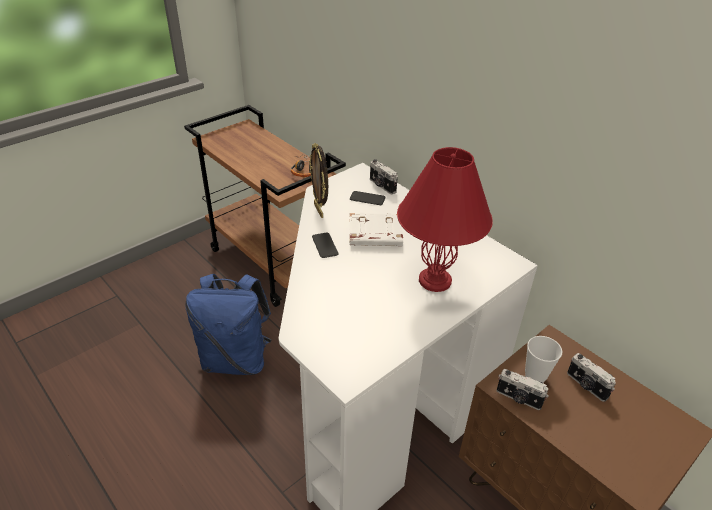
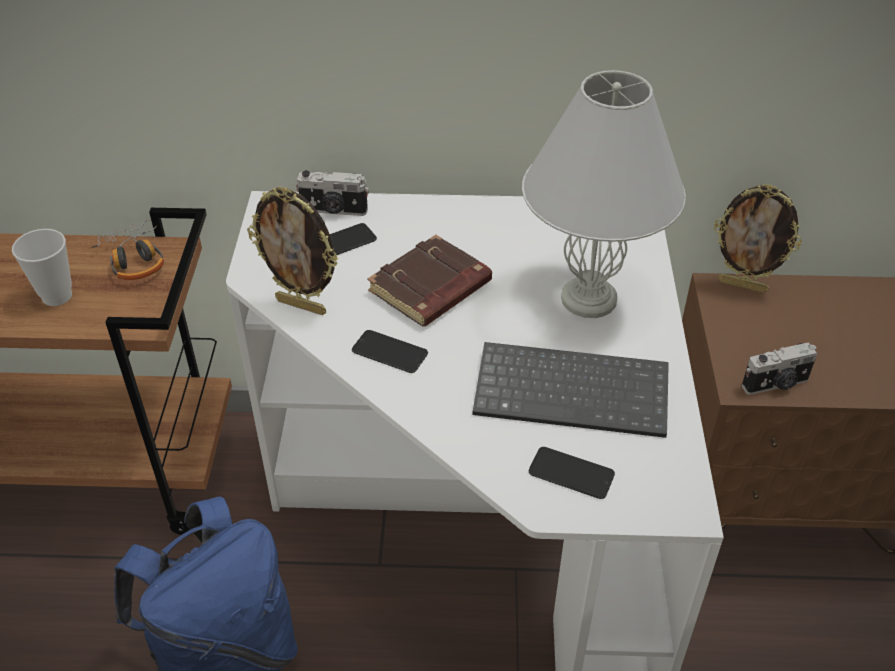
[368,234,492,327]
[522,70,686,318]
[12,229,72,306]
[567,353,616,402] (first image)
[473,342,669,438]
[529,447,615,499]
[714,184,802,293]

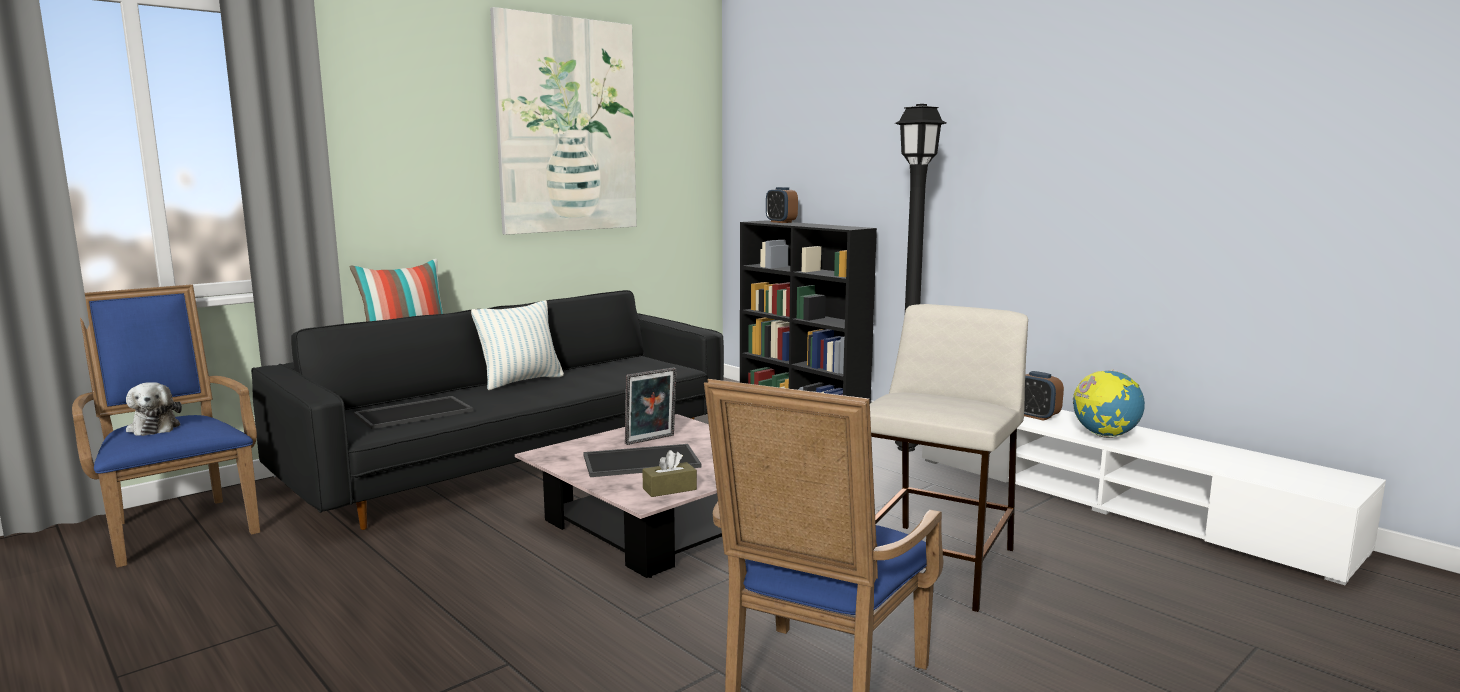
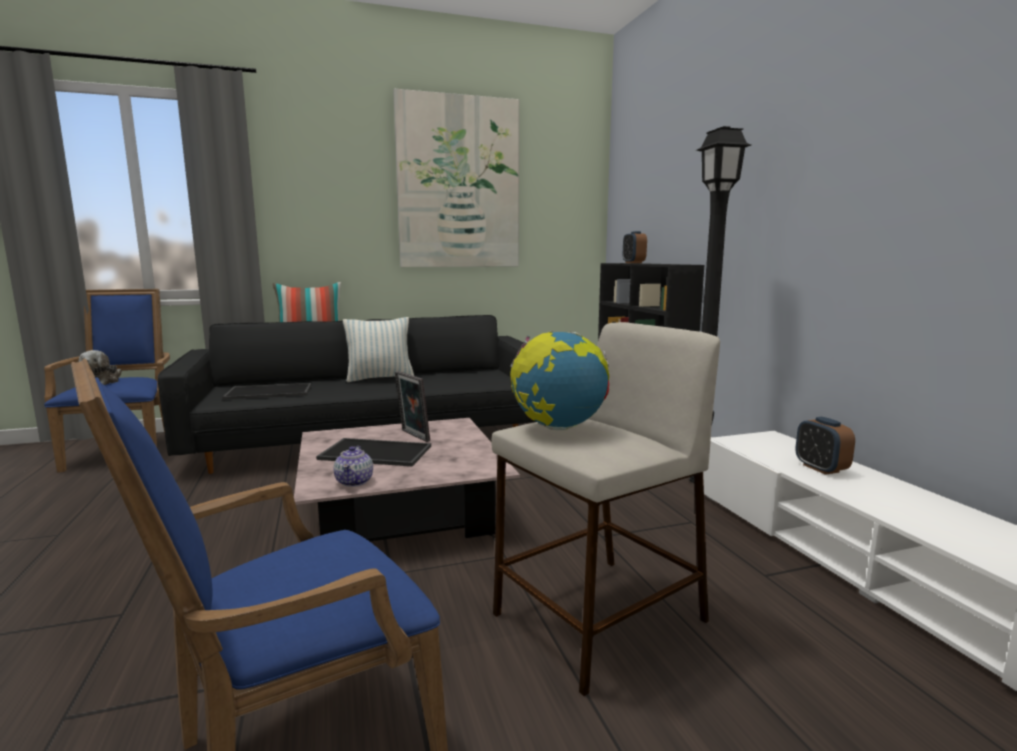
[395,371,430,442]
[334,446,373,487]
[510,332,609,430]

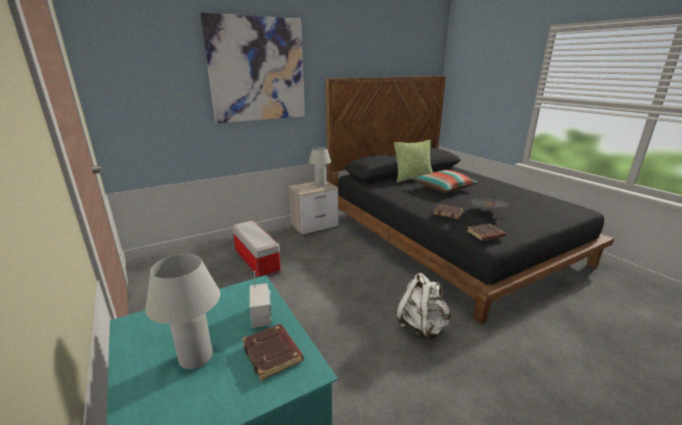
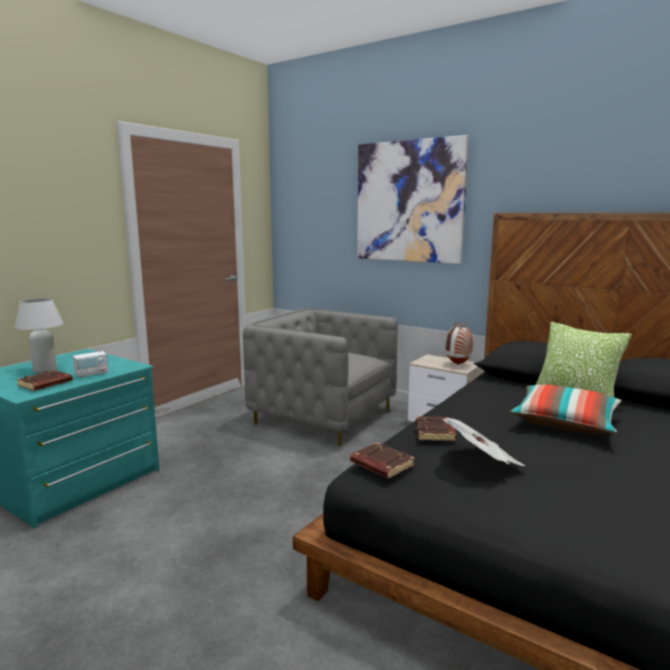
[243,308,398,446]
[445,323,473,365]
[395,273,451,342] (first image)

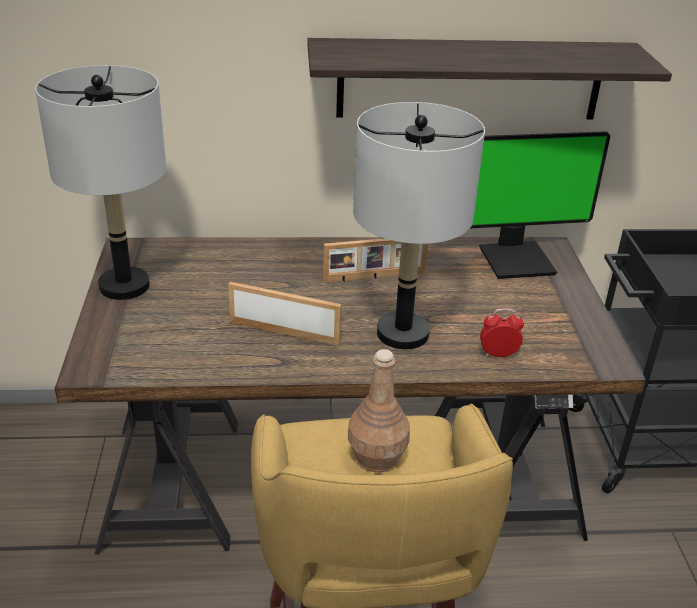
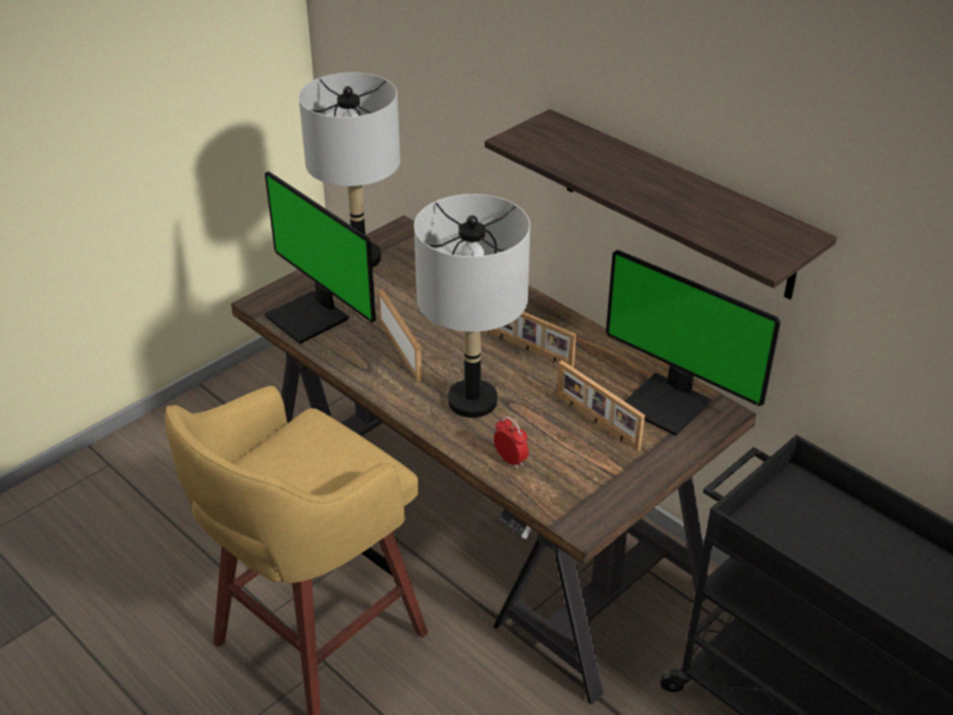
[348,349,410,472] (first image)
[264,171,376,344]
[557,361,645,451]

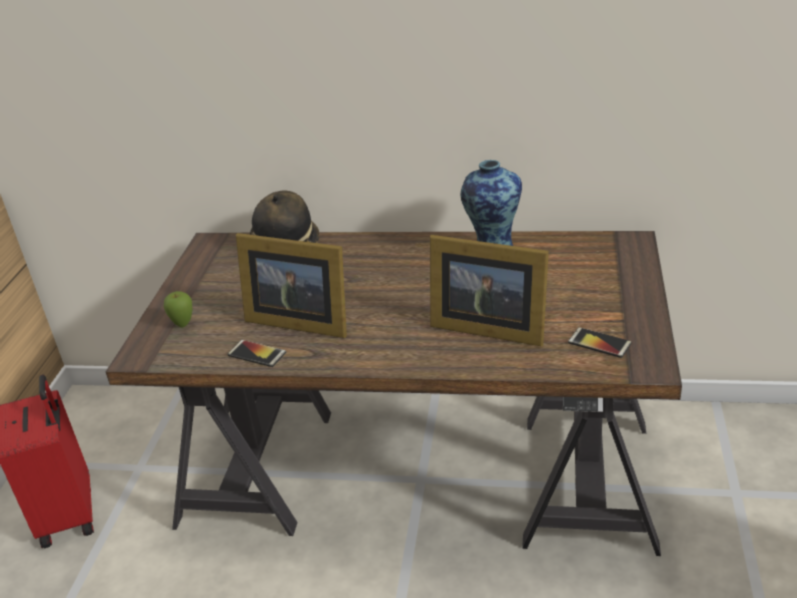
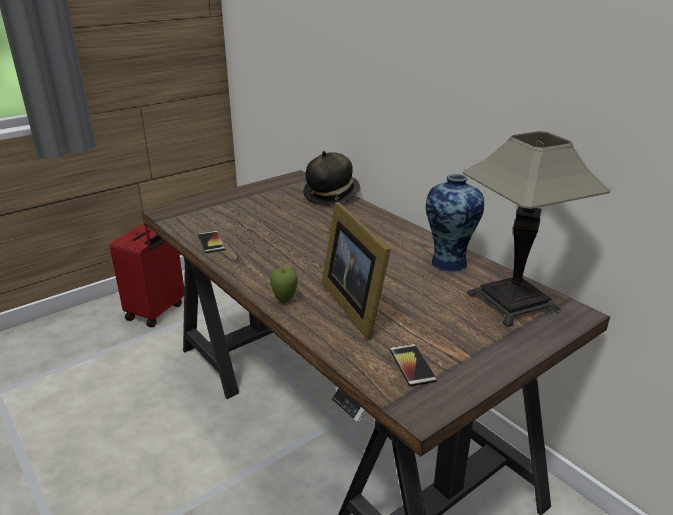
[270,267,298,303]
[236,233,347,338] (first image)
[463,131,610,327]

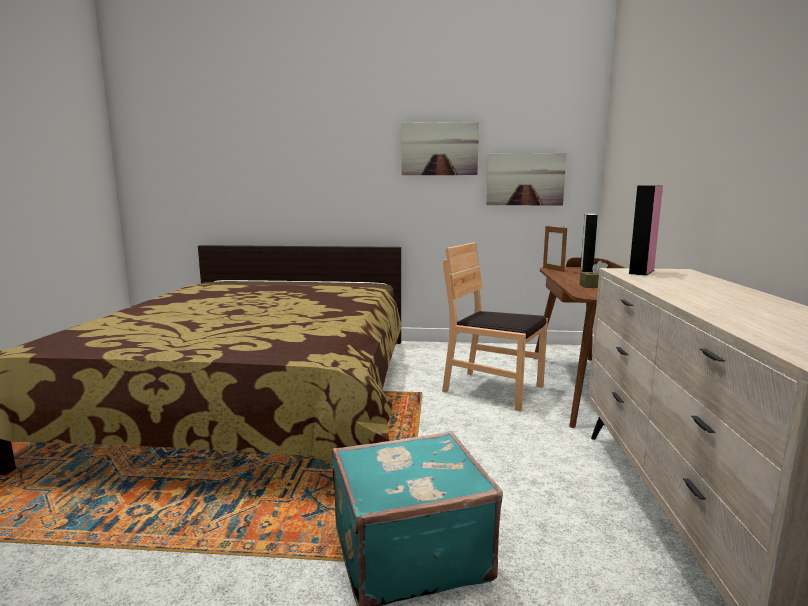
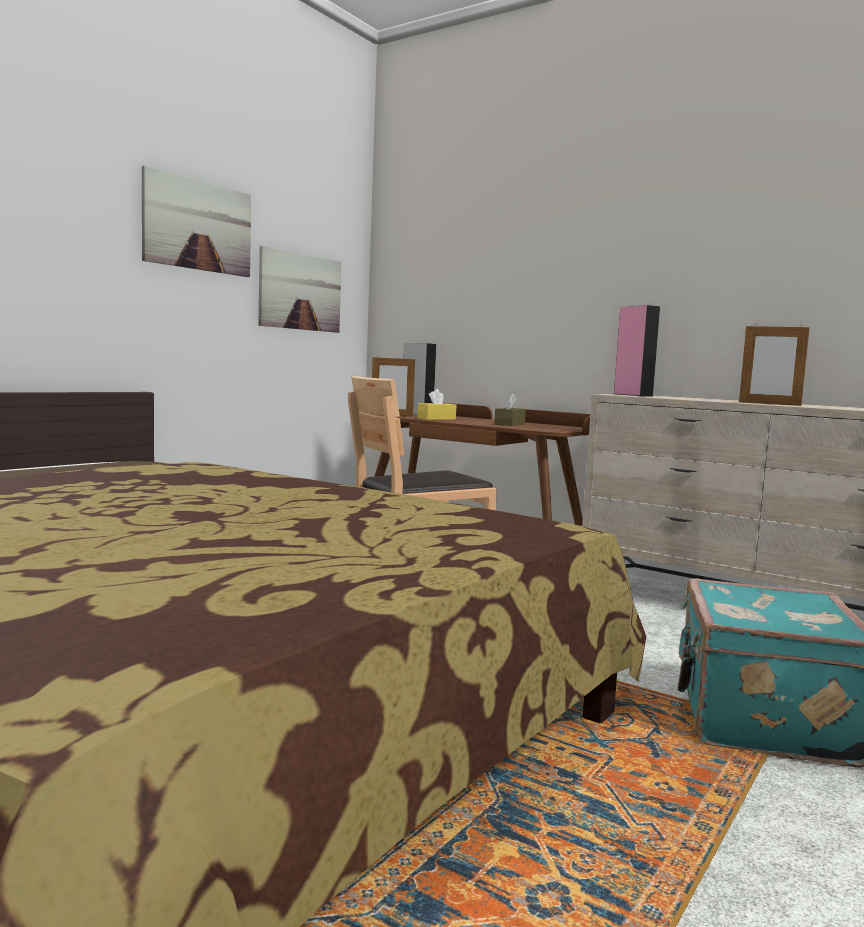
[417,389,456,420]
[739,324,810,406]

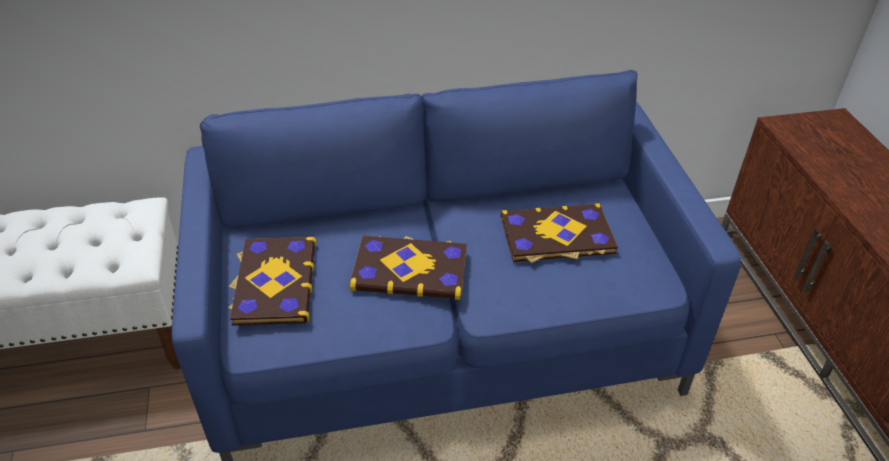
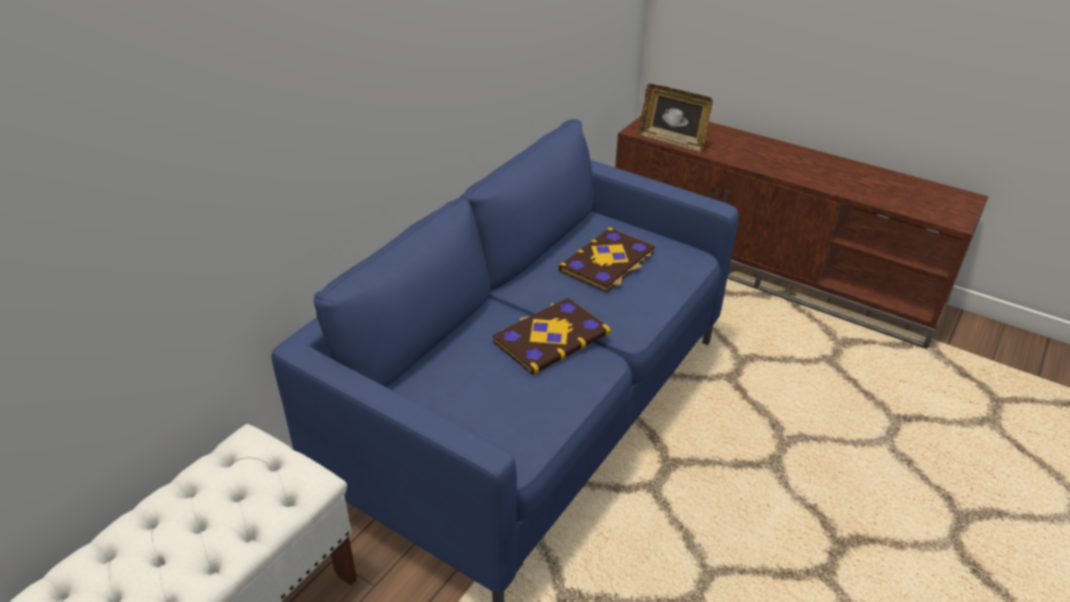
[228,237,316,325] (first image)
[639,84,713,152]

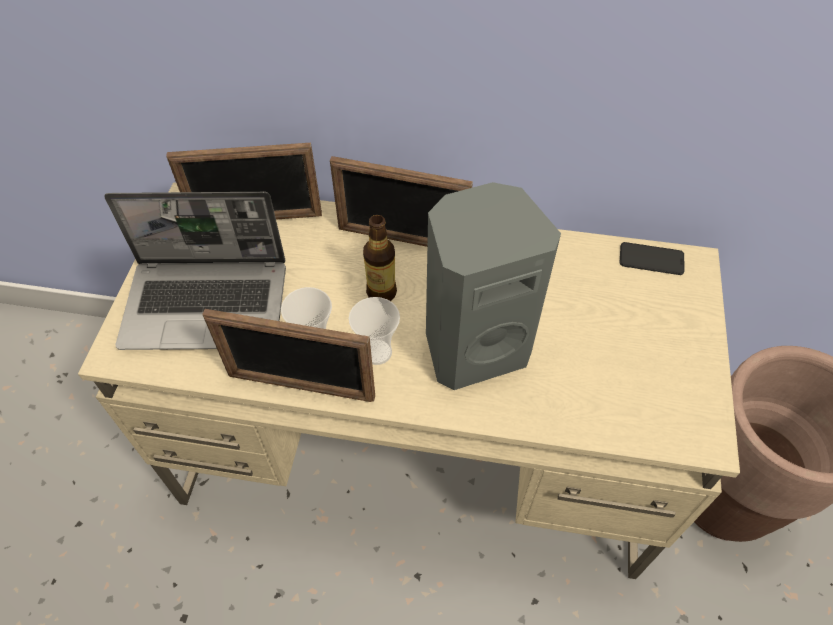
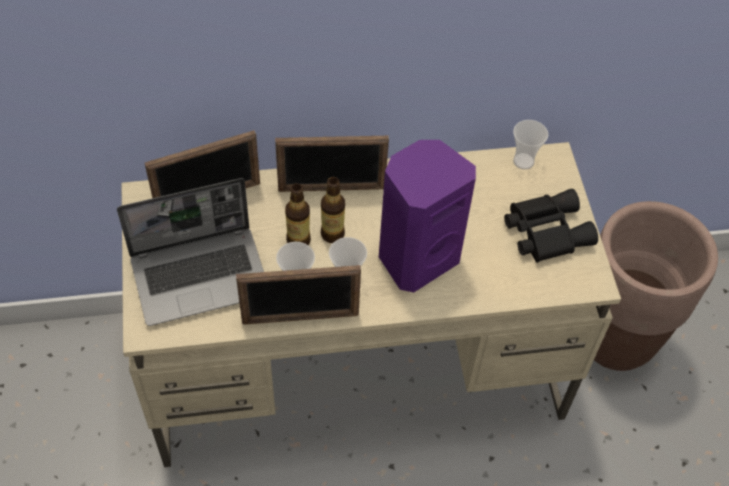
[379,140,476,292]
[513,120,548,170]
[285,183,311,245]
[504,189,598,263]

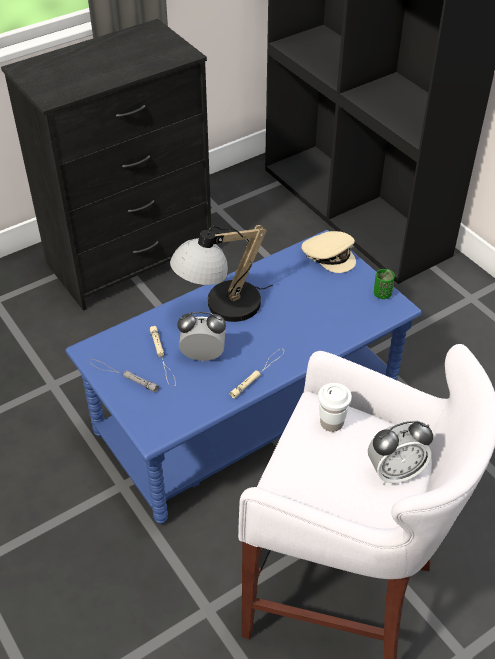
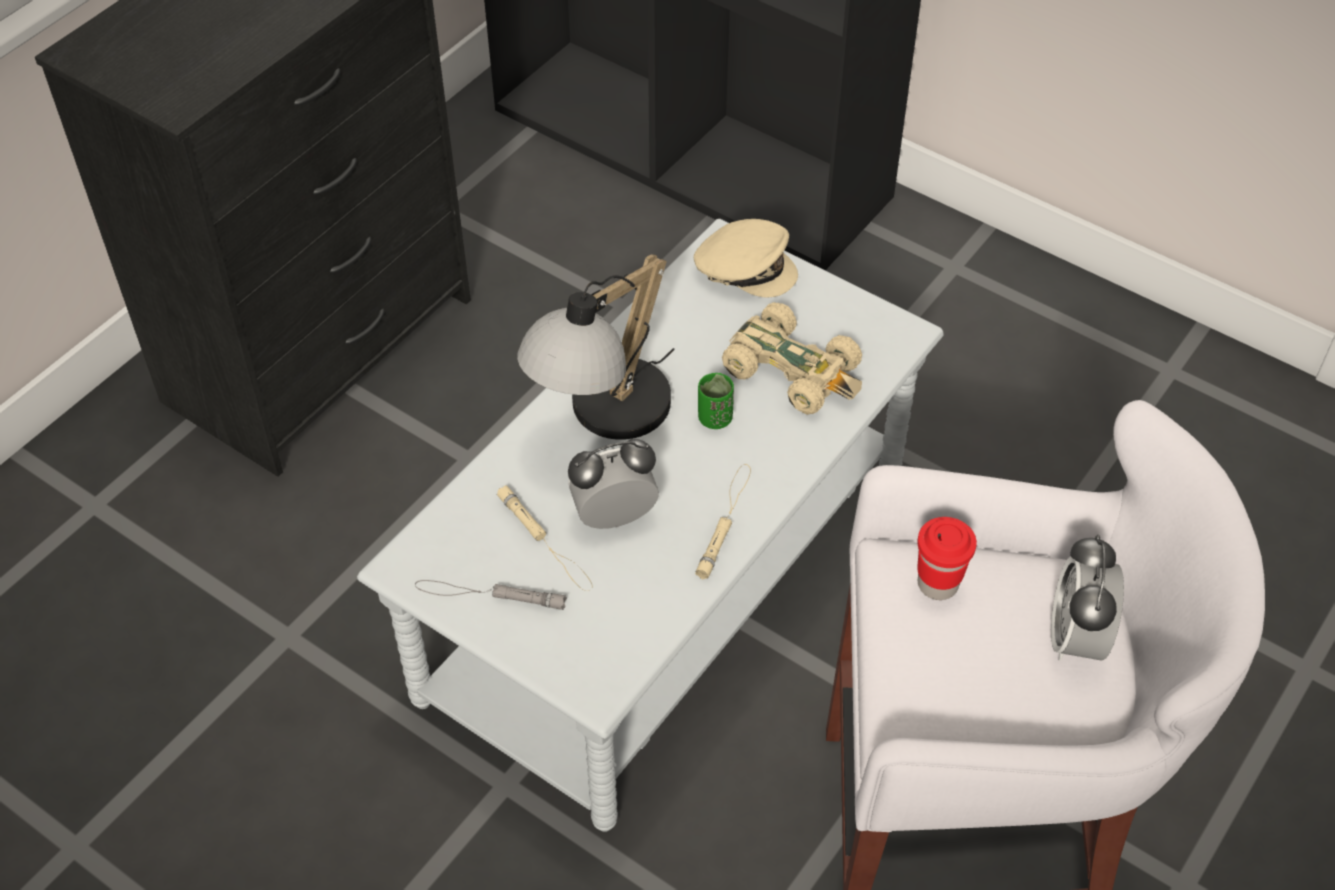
[357,219,944,832]
[917,517,977,600]
[1051,535,1124,661]
[698,373,734,429]
[722,302,862,415]

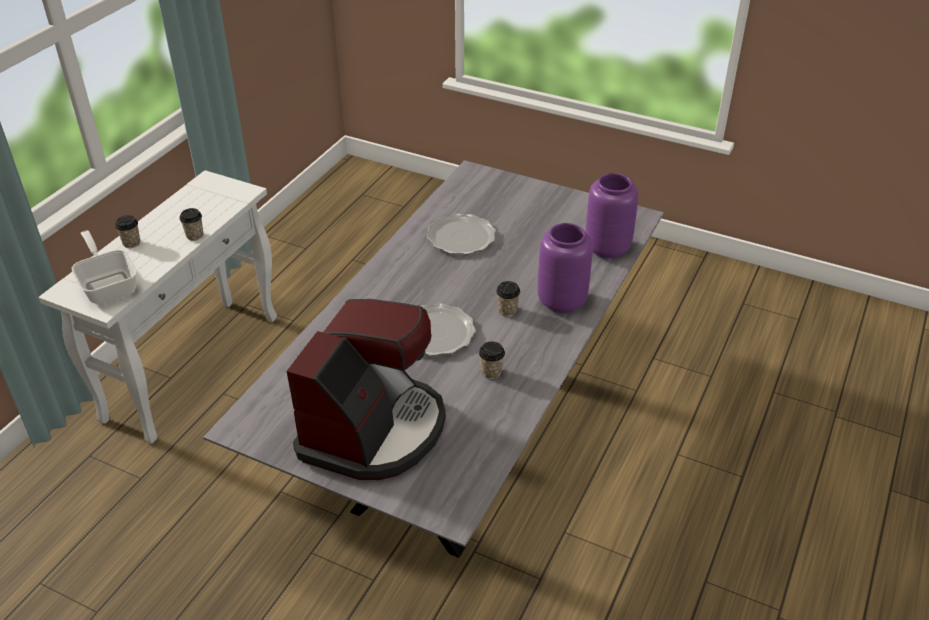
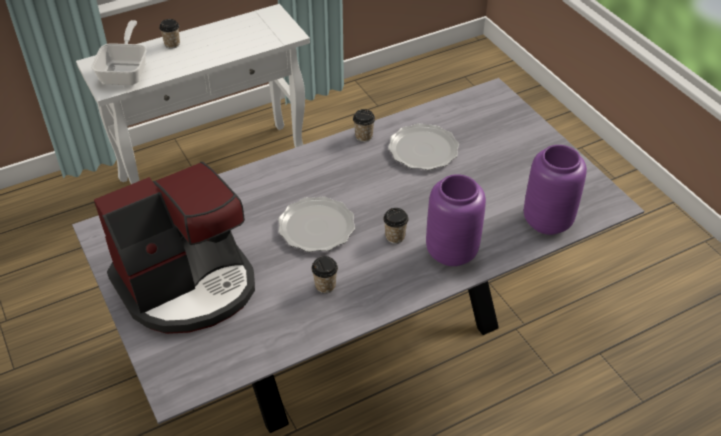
[353,109,375,142]

